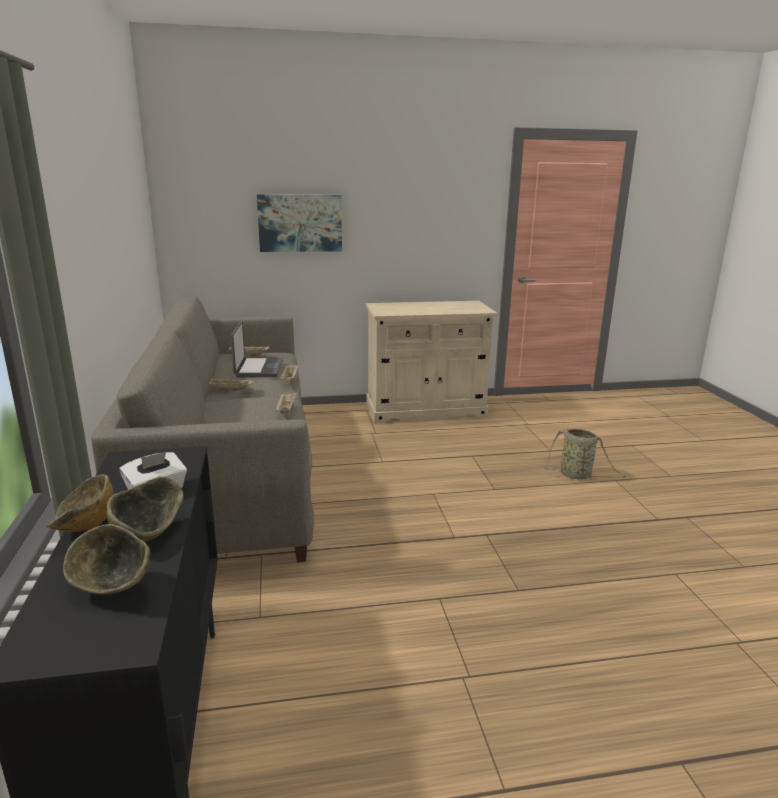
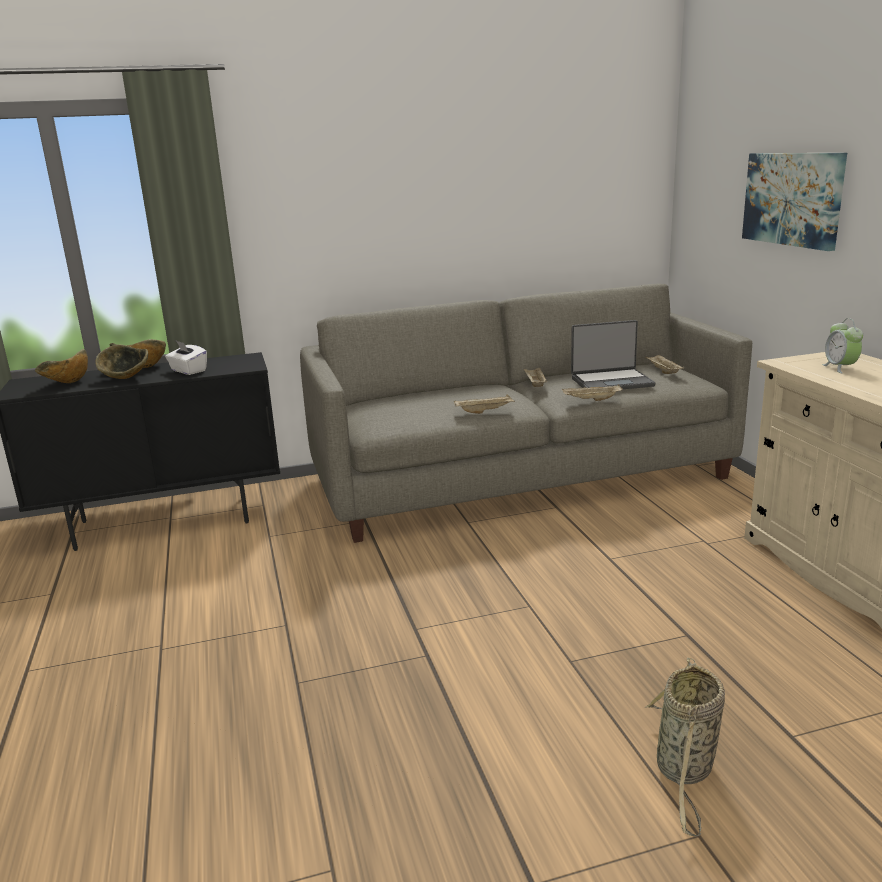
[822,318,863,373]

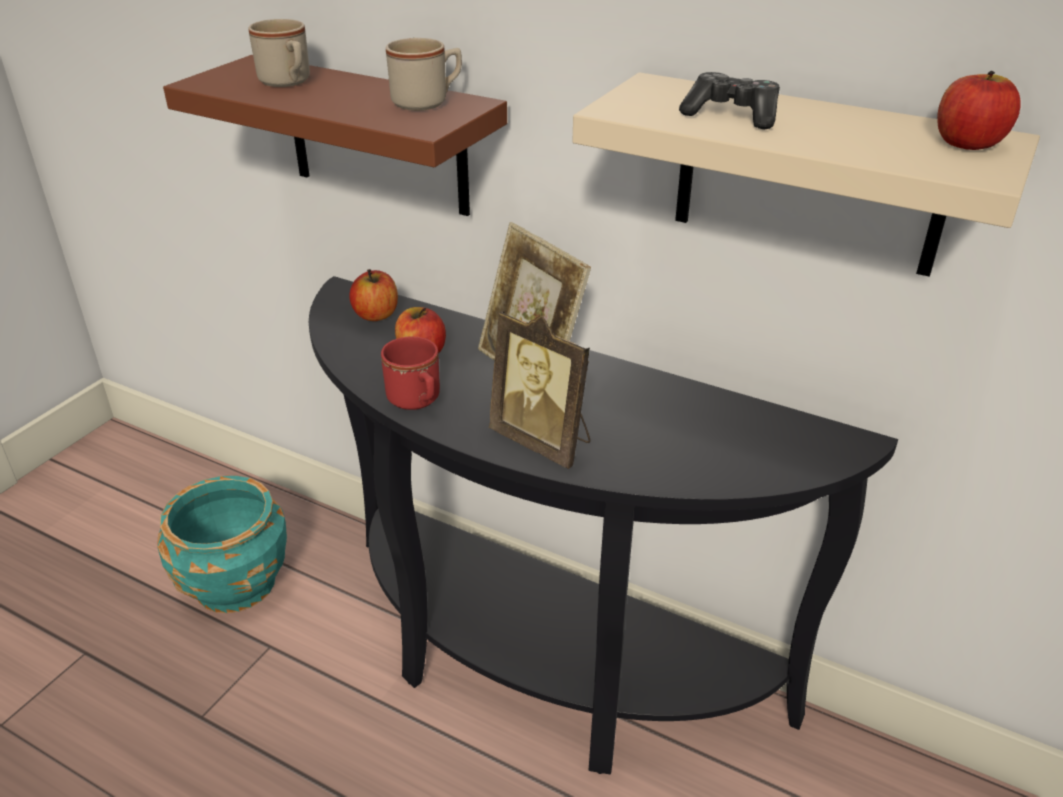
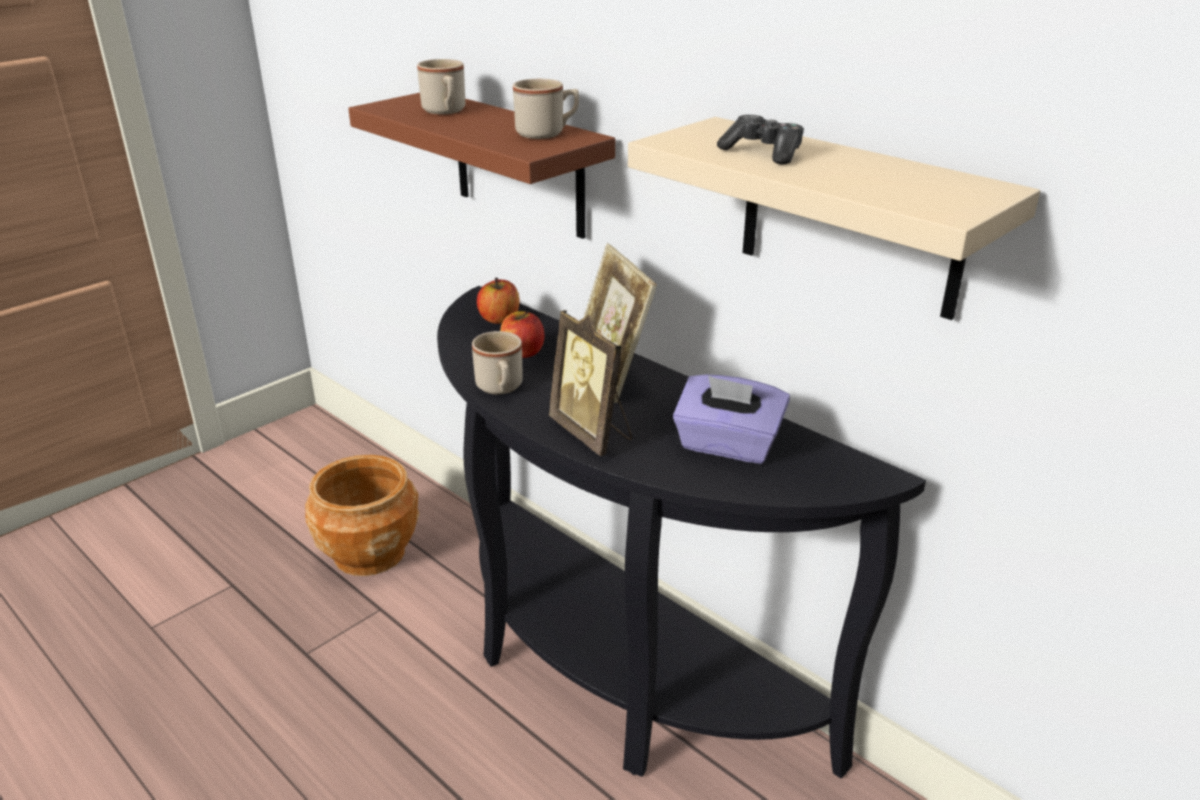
[305,455,419,576]
[472,331,523,395]
[937,71,1020,150] (first image)
[673,374,790,464]

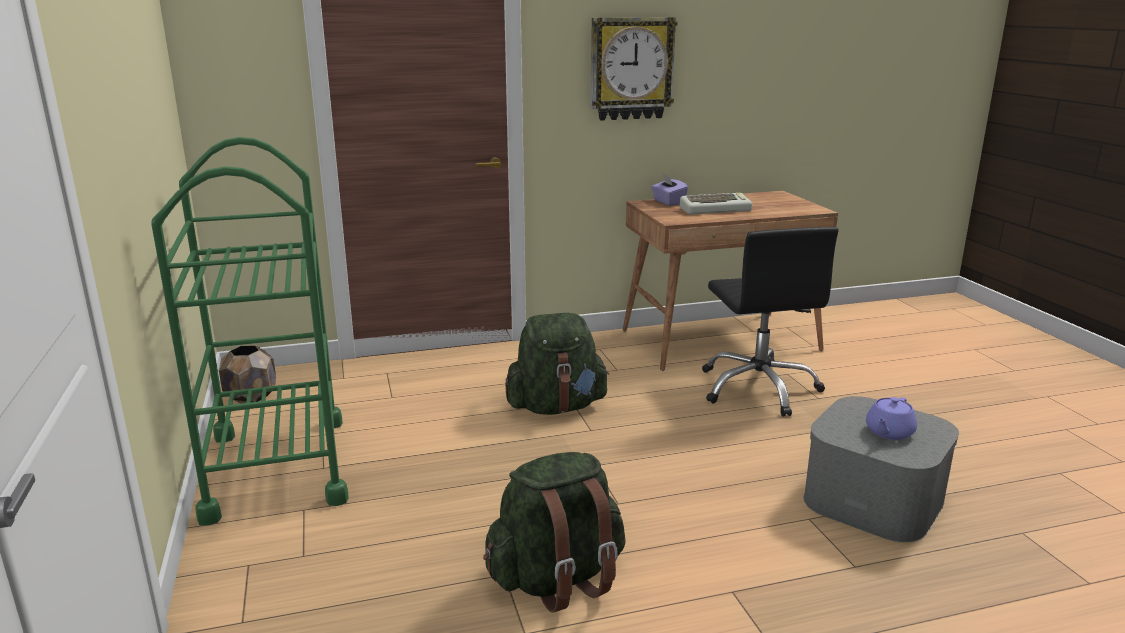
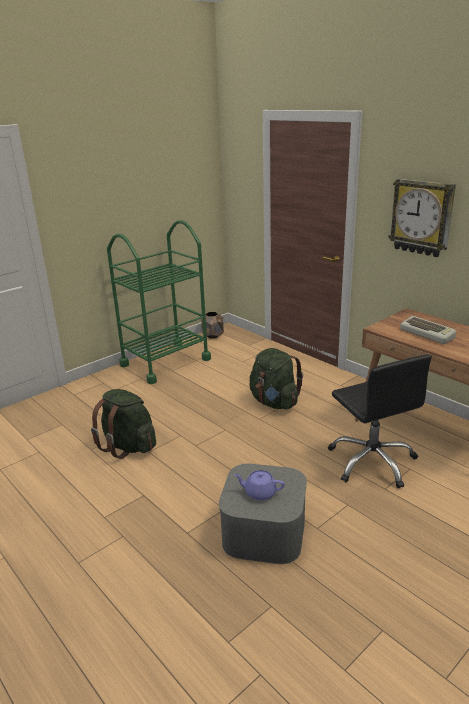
[651,174,688,206] (first image)
[328,354,432,489]

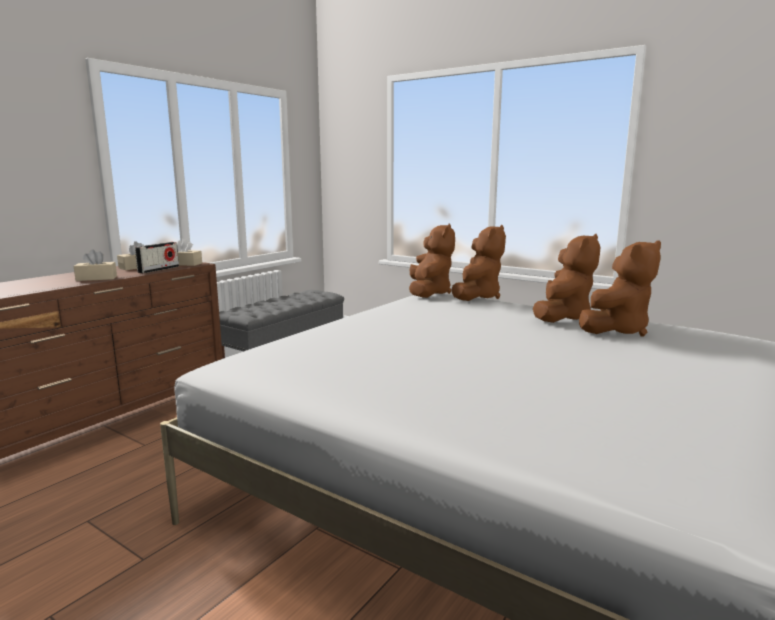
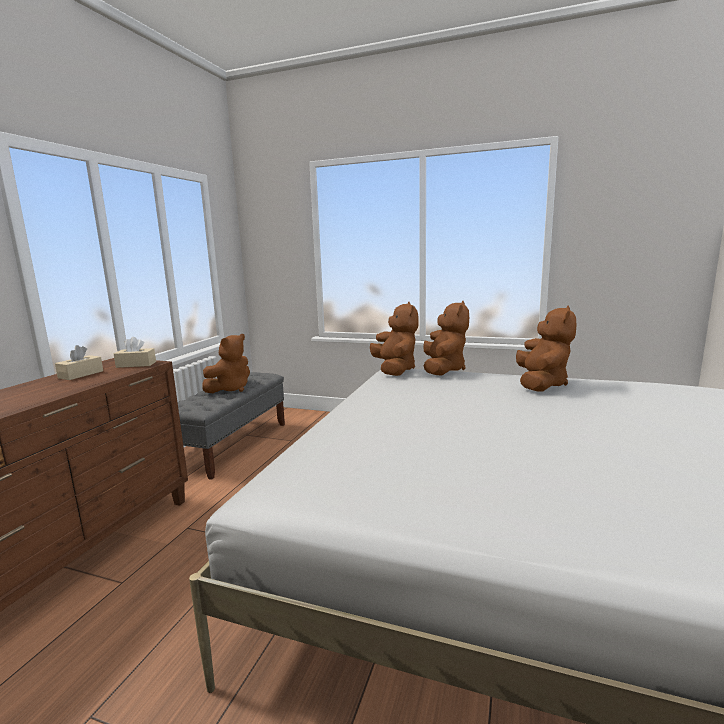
[74,249,117,281] (first image)
[135,242,179,274] (first image)
[202,334,250,393]

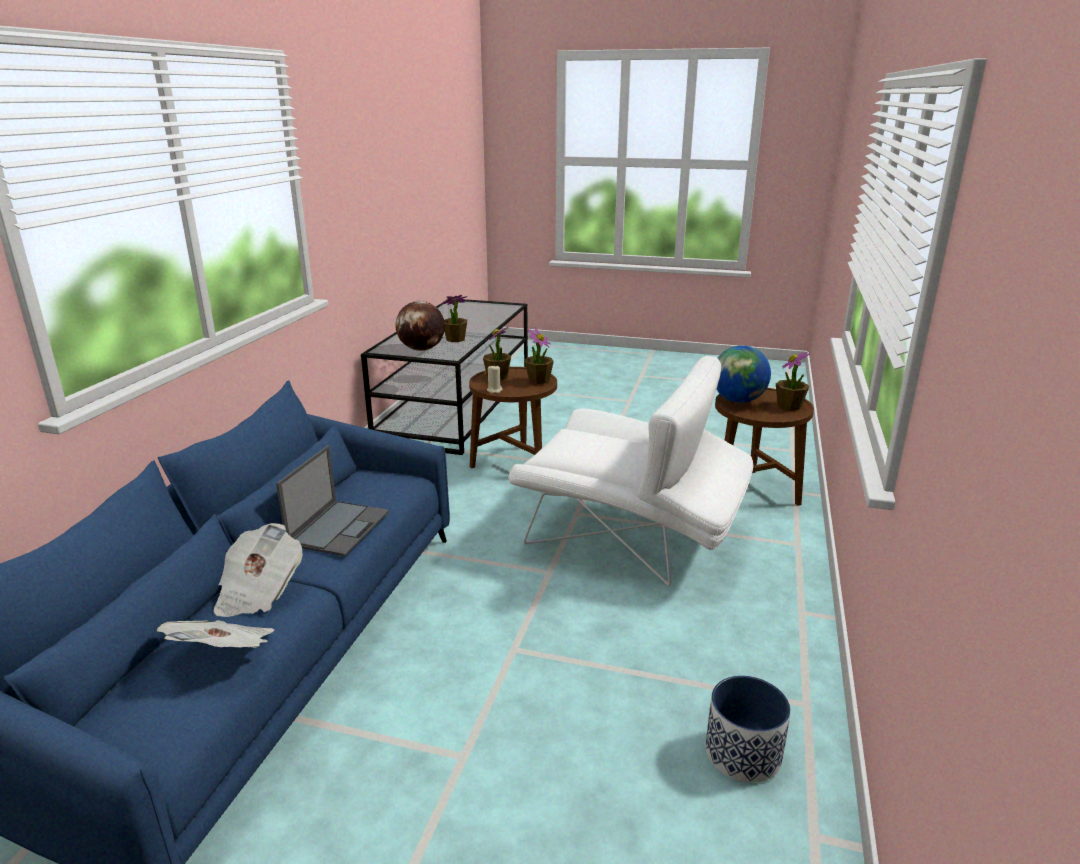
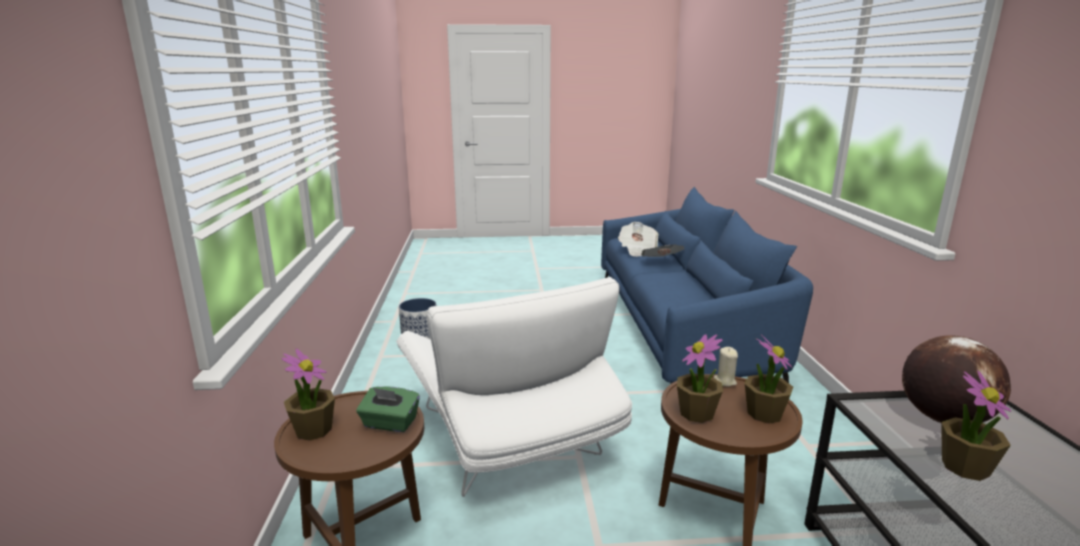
[276,445,389,556] (first image)
[396,277,632,497]
[356,386,420,432]

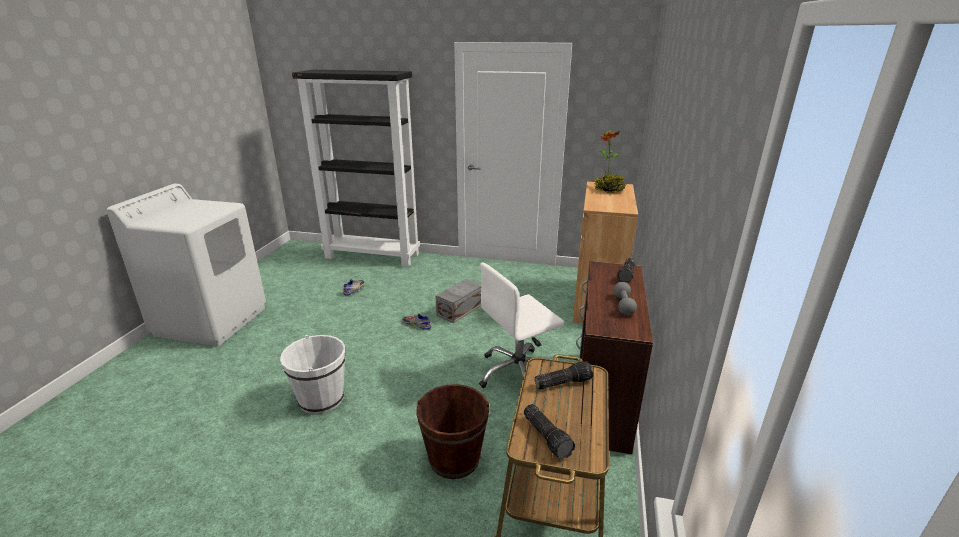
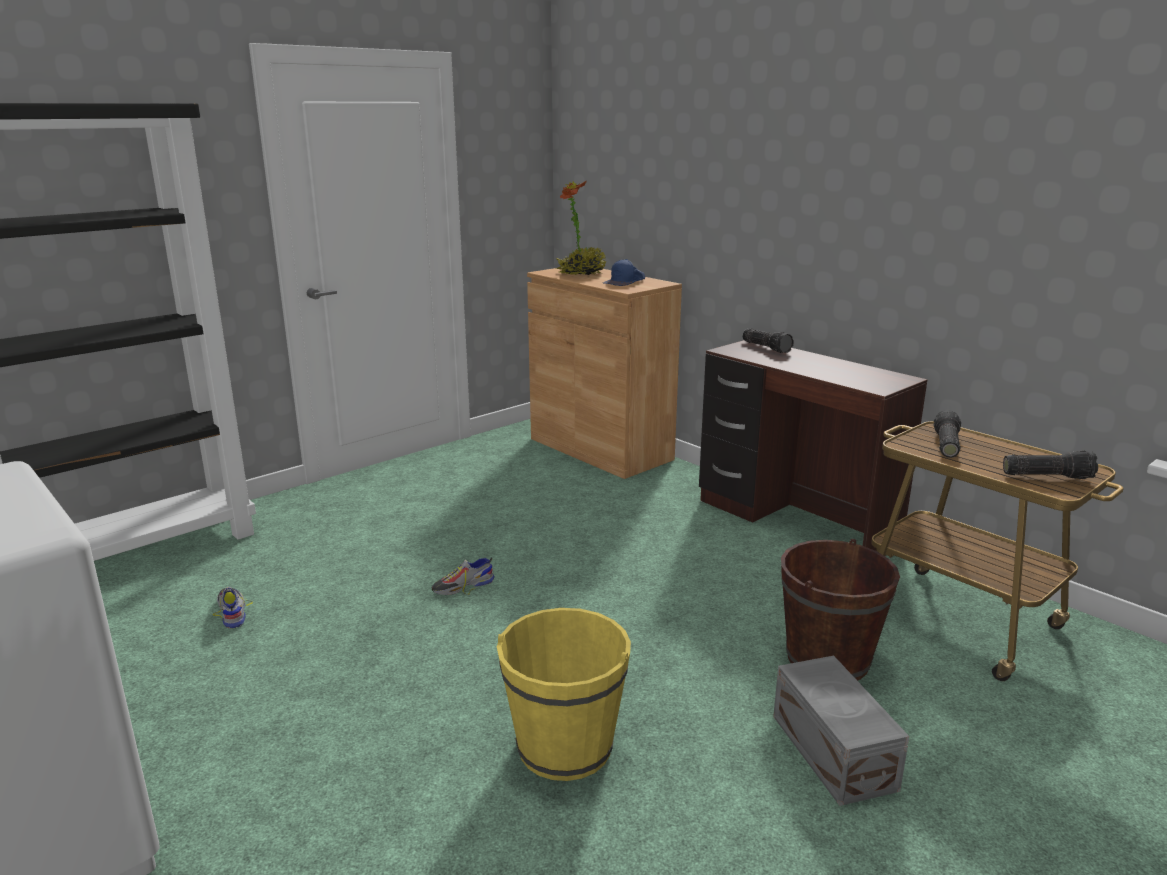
[497,608,631,781]
[773,656,909,806]
[479,262,564,388] (first image)
[613,282,637,315] (first image)
[603,259,645,286]

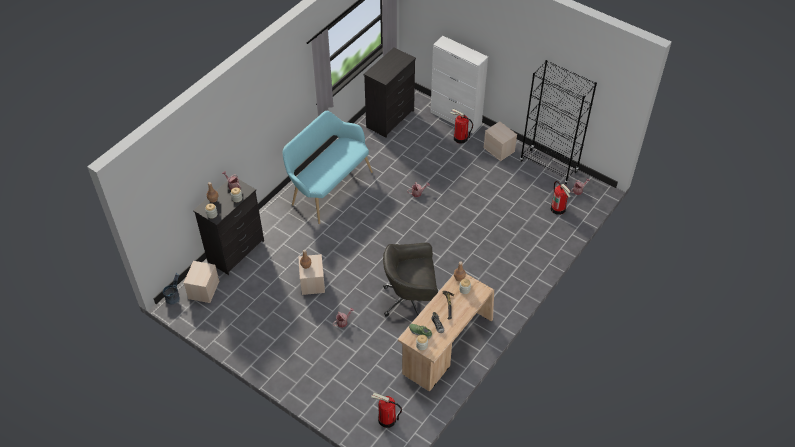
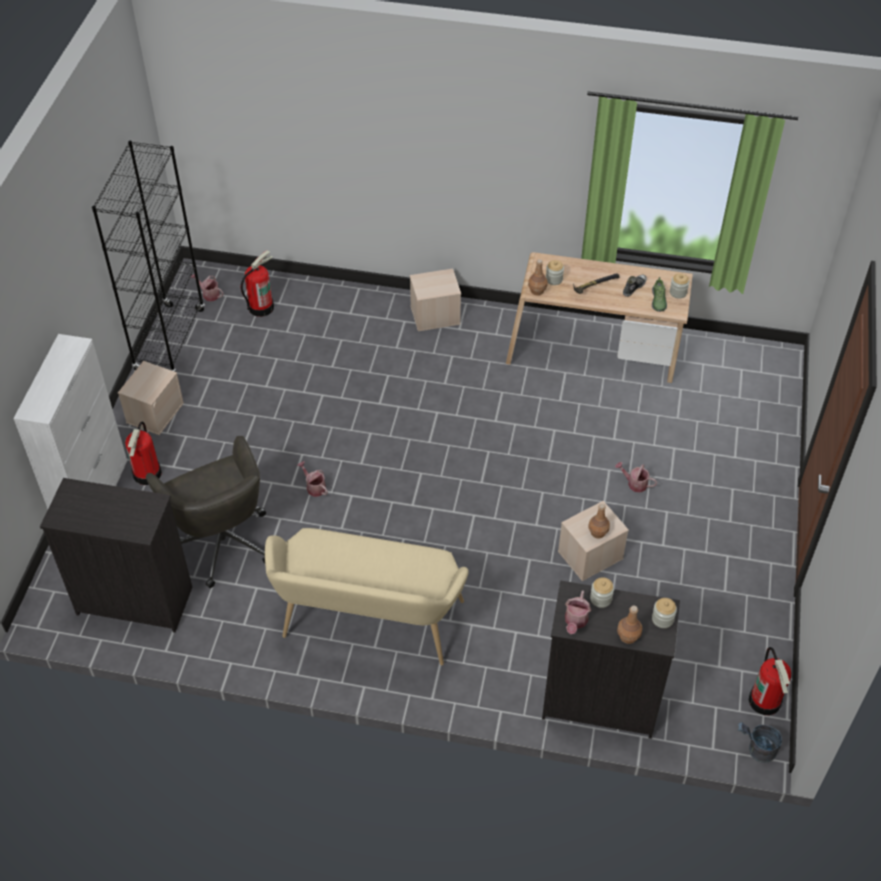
[410,269,461,331]
[265,528,469,666]
[749,647,791,715]
[145,436,266,588]

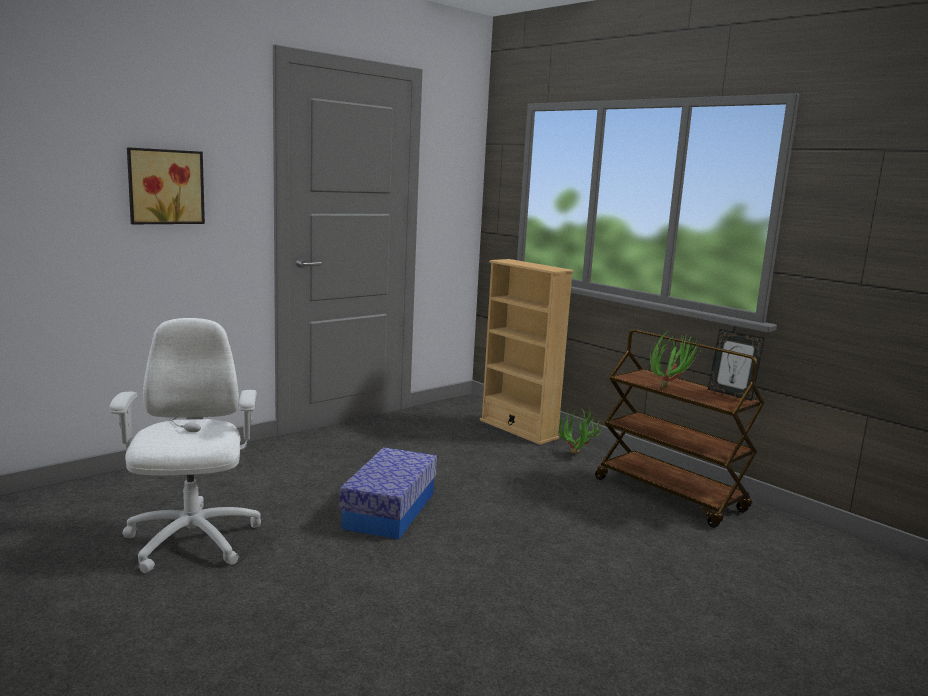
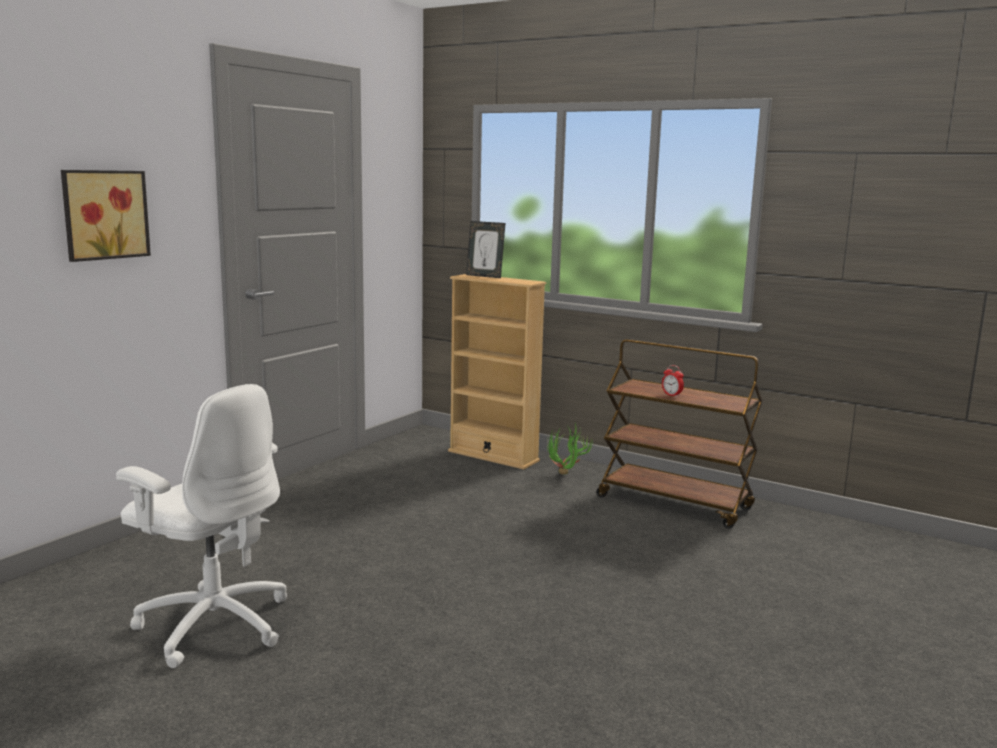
[116,384,287,668]
[339,447,437,540] (first image)
[662,365,684,397]
[466,221,505,278]

